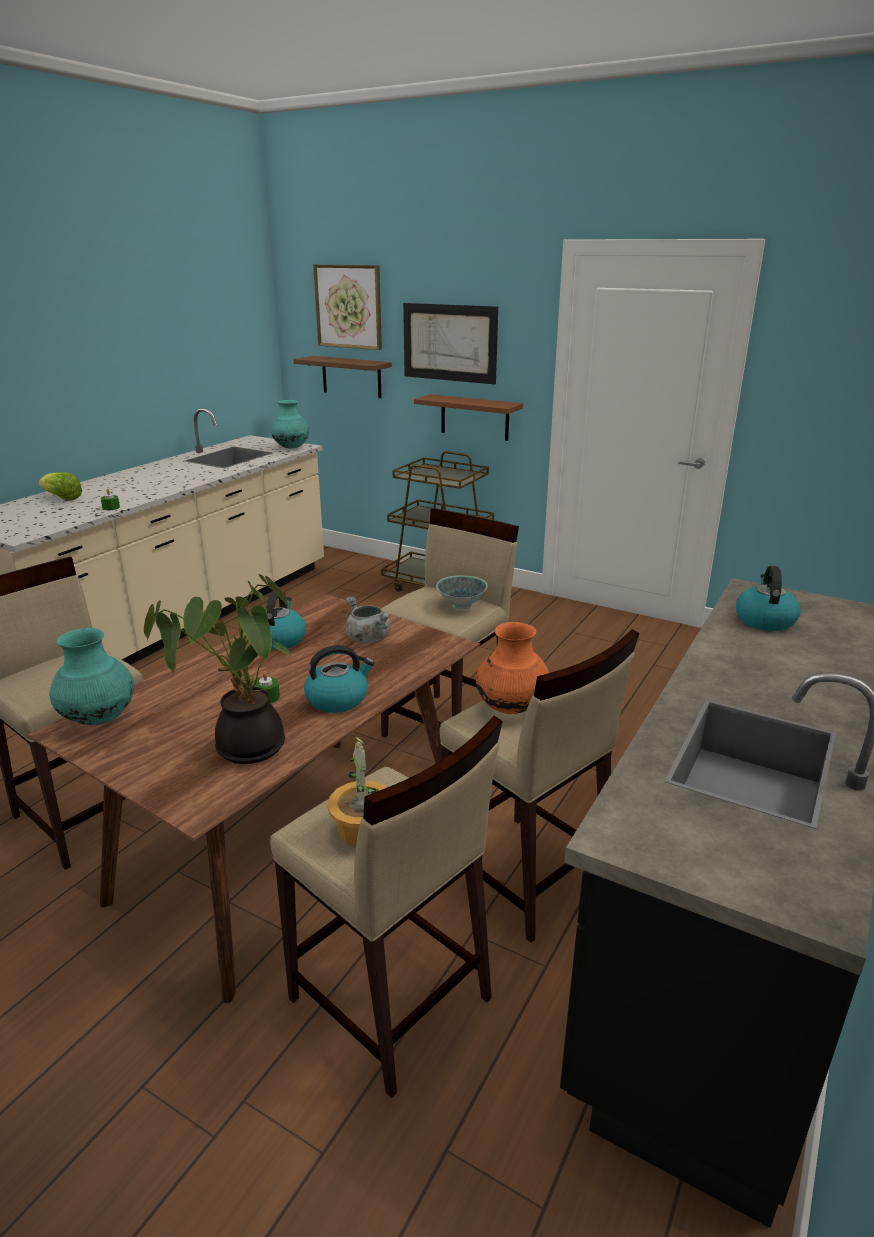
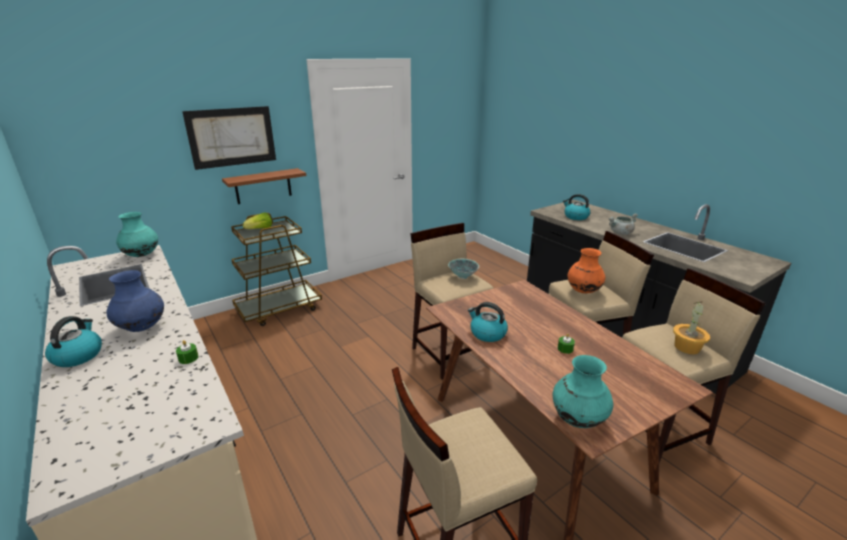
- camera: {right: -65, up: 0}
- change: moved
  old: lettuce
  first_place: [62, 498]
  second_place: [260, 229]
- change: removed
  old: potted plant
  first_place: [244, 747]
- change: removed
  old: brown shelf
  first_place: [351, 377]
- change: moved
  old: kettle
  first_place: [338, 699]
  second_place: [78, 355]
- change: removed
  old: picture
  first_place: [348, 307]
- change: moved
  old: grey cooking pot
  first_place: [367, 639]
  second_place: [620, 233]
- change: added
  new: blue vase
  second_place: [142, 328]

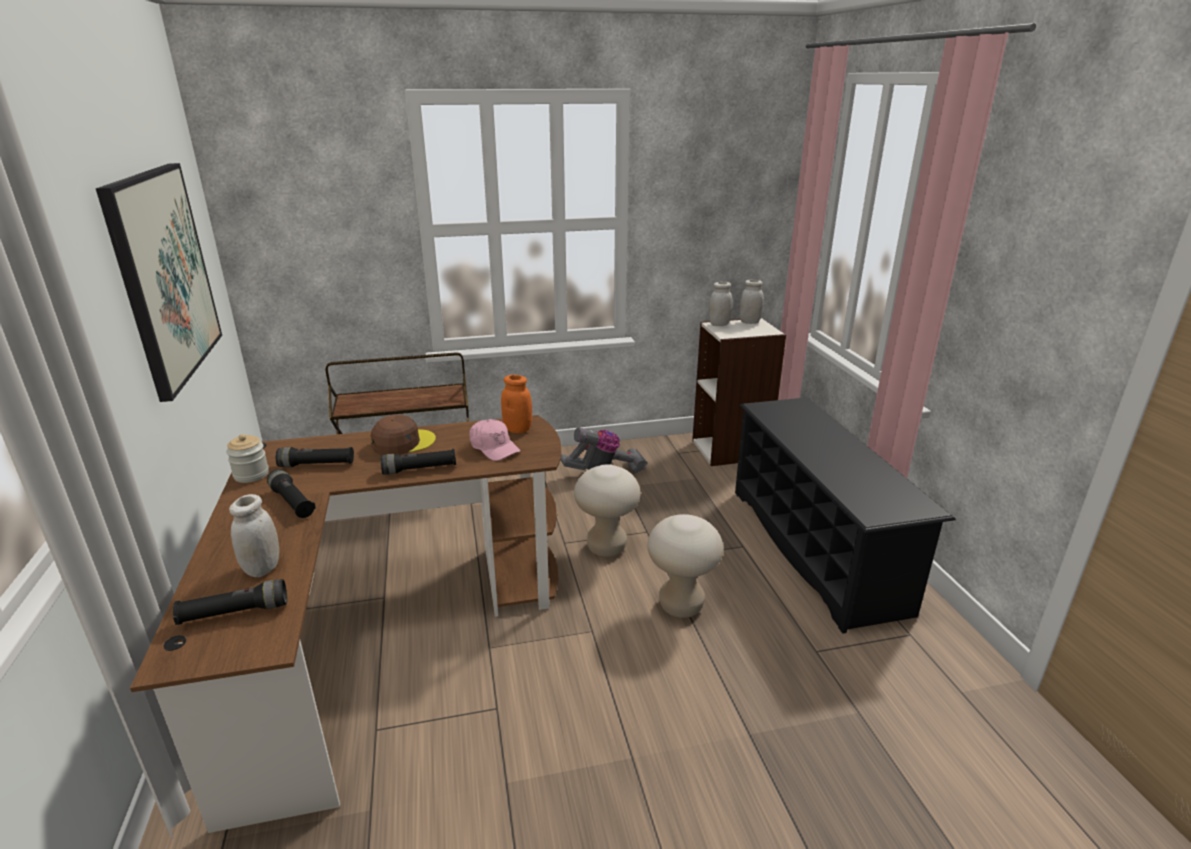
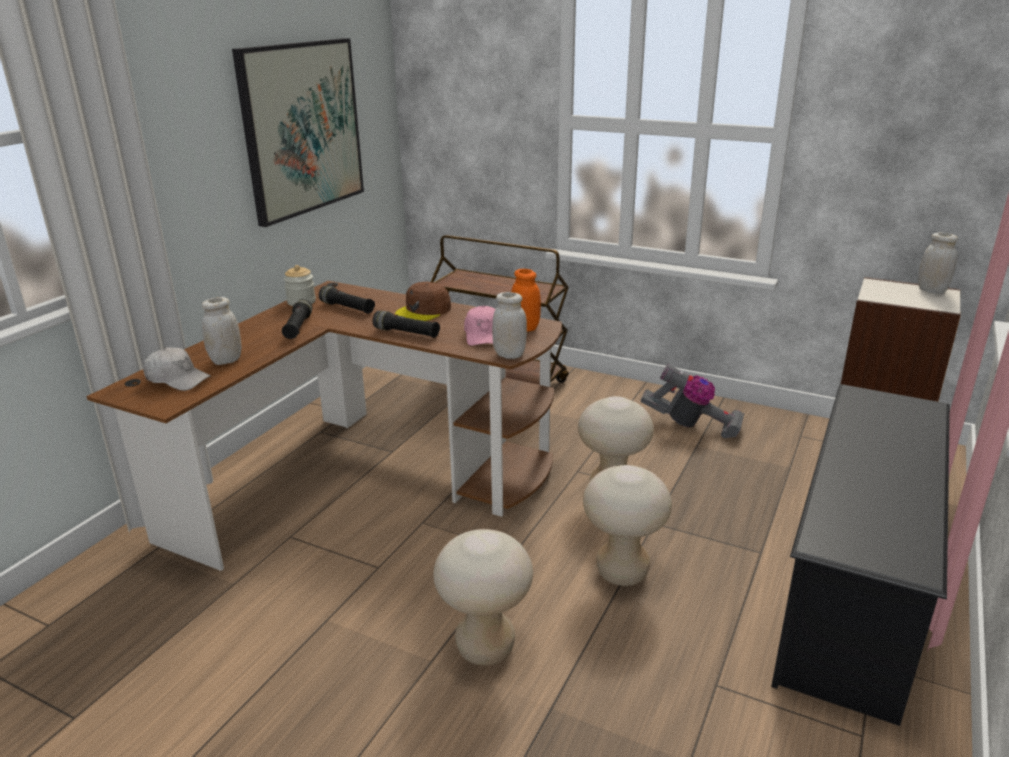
- camera: {right: 40, up: 0}
- change: replaced
  old: black flashlight
  new: white cap
  first_place: [235, 612]
  second_place: [177, 379]
- change: turned
  old: brown cap
  first_place: [403, 443]
  second_place: [424, 311]
  degrees: 120
- change: moved
  old: white jar
  first_place: [719, 324]
  second_place: [509, 355]
- change: added
  new: beige stool
  second_place: [485, 648]

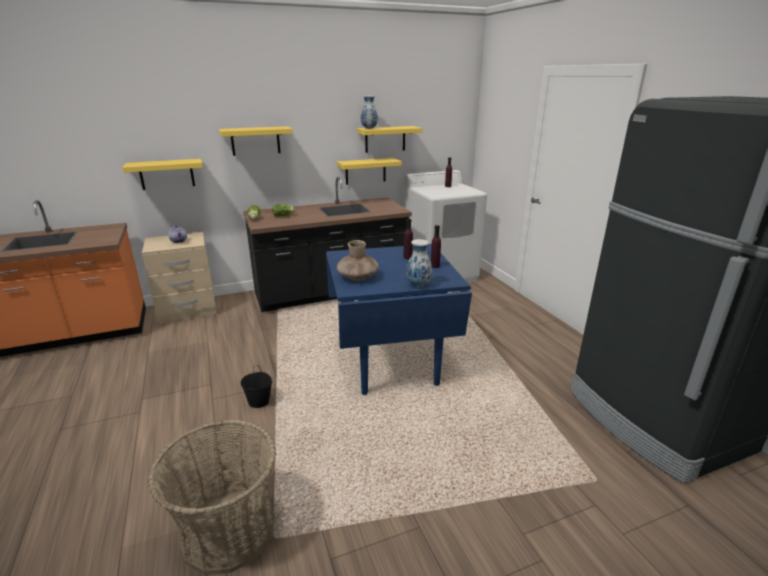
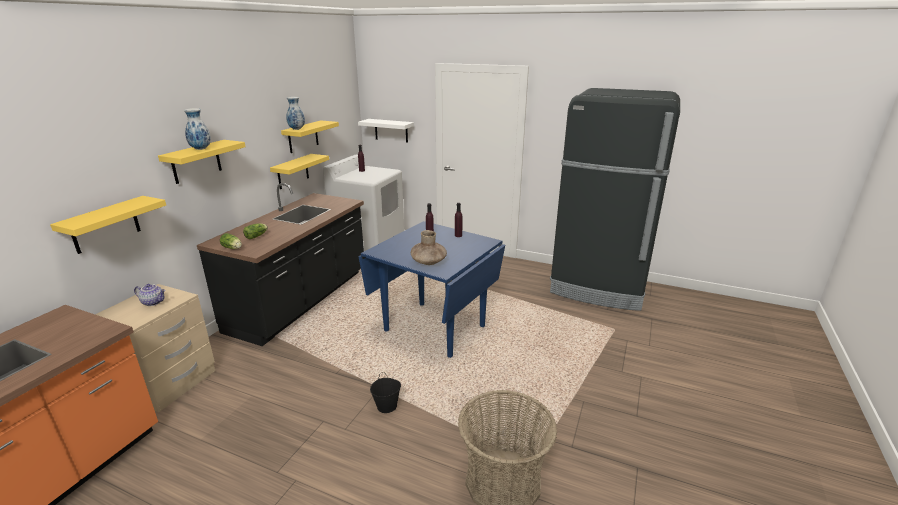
- camera: {right: -45, up: 0}
- change: moved
  old: vase
  first_place: [419, 285]
  second_place: [201, 149]
- change: added
  new: white shelf
  second_place: [391, 130]

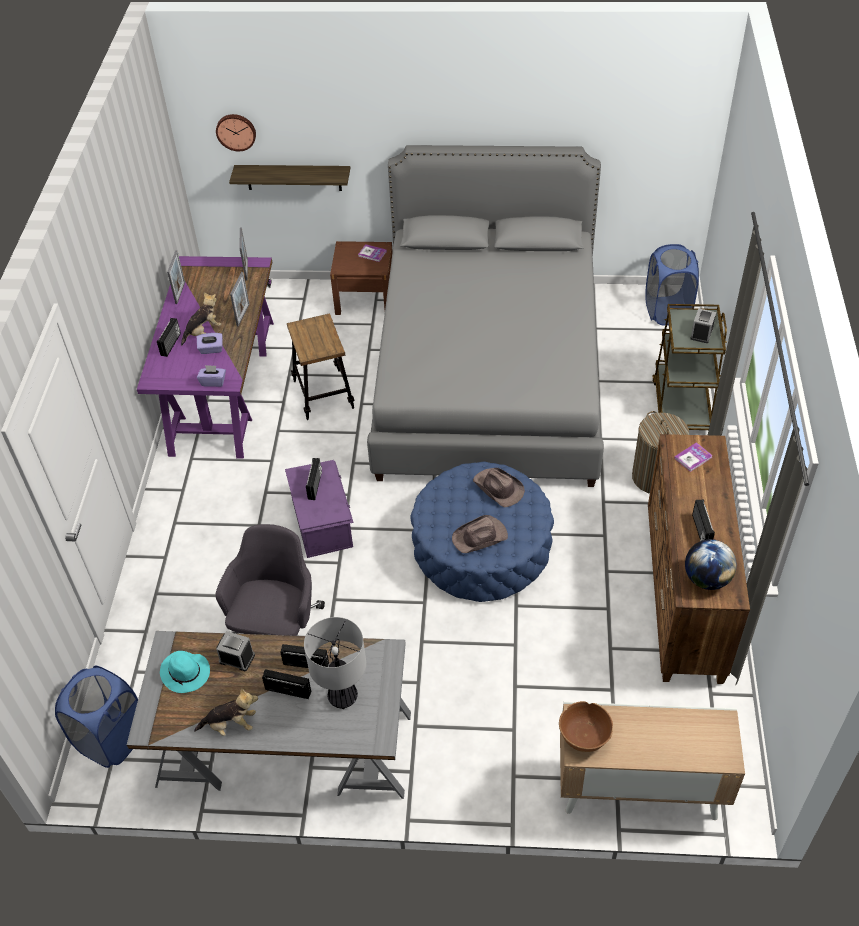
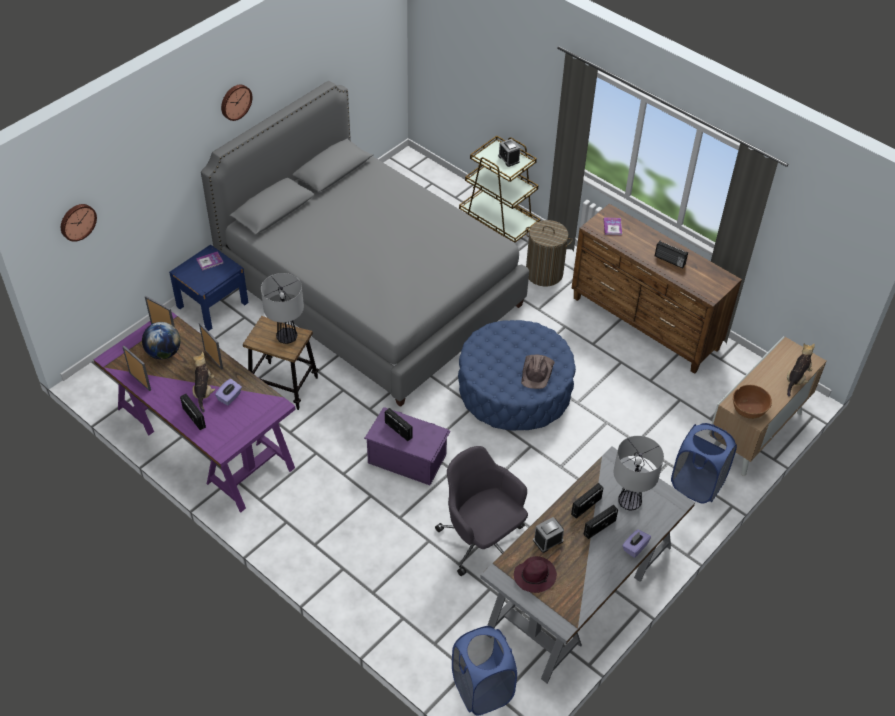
- camera: {right: -55, up: 0}
- change: recoloured
  old: turquoise hat
  new: purple hat
  first_place: [186, 673]
  second_place: [535, 576]
- change: moved
  old: plush toy
  first_place: [231, 725]
  second_place: [796, 379]
- change: moved
  old: purple tissue box
  first_place: [213, 382]
  second_place: [634, 547]
- change: removed
  old: shelf
  first_place: [293, 177]
- change: recoloured
  old: brown nightstand
  new: blue nightstand
  first_place: [365, 298]
  second_place: [212, 304]
- change: removed
  old: brown hat
  first_place: [498, 488]
- change: moved
  old: blue laundry basket
  first_place: [667, 311]
  second_place: [697, 484]
- change: moved
  old: globe
  first_place: [706, 579]
  second_place: [164, 353]
- change: added
  new: wall clock
  second_place: [235, 101]
- change: added
  new: table lamp
  second_place: [287, 337]

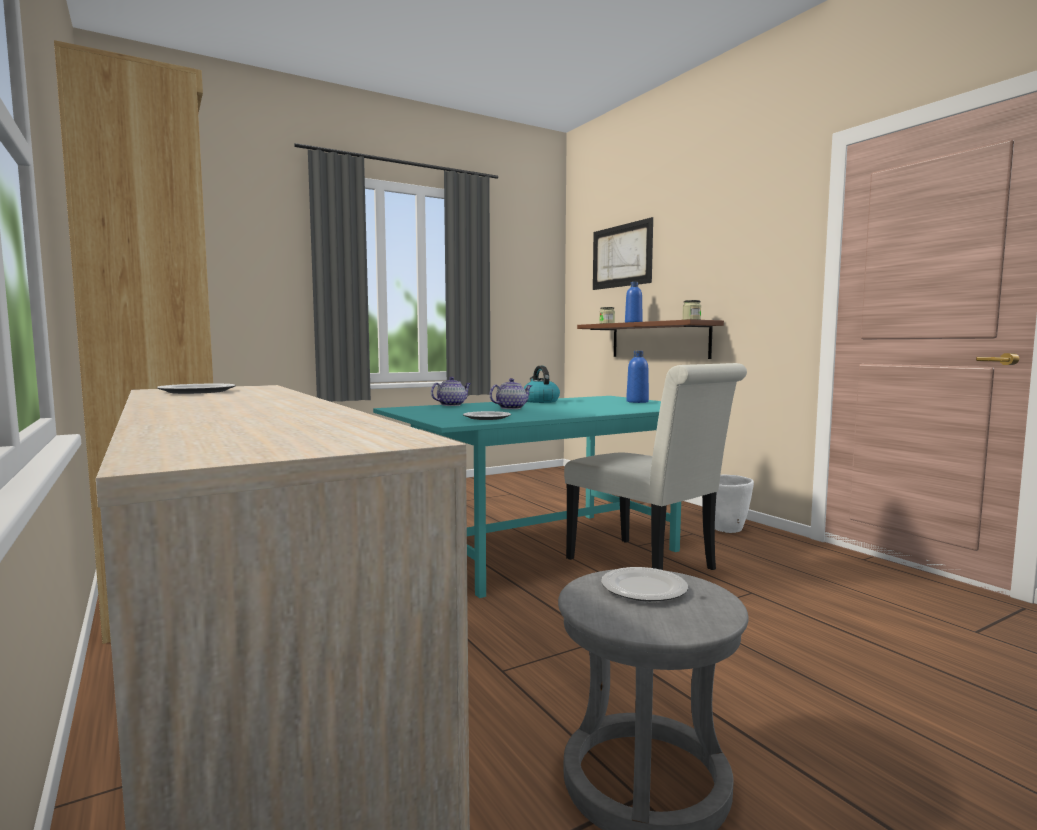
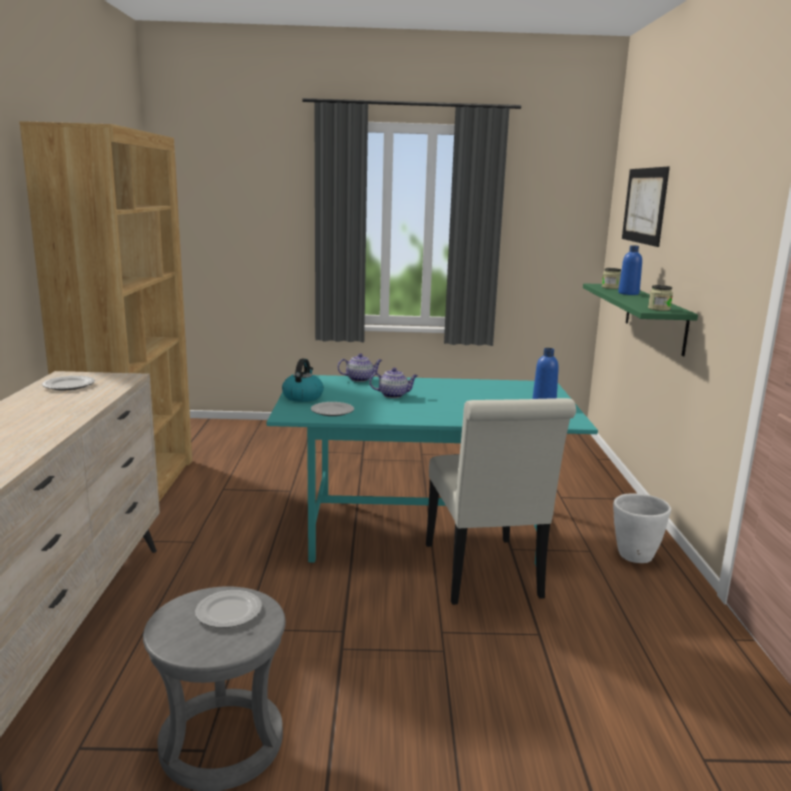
- camera: {right: 30, up: 10}
- change: moved
  old: kettle
  first_place: [540, 401]
  second_place: [303, 397]
- change: recoloured
  old: brown shelf
  new: green shelf
  first_place: [658, 340]
  second_place: [655, 317]

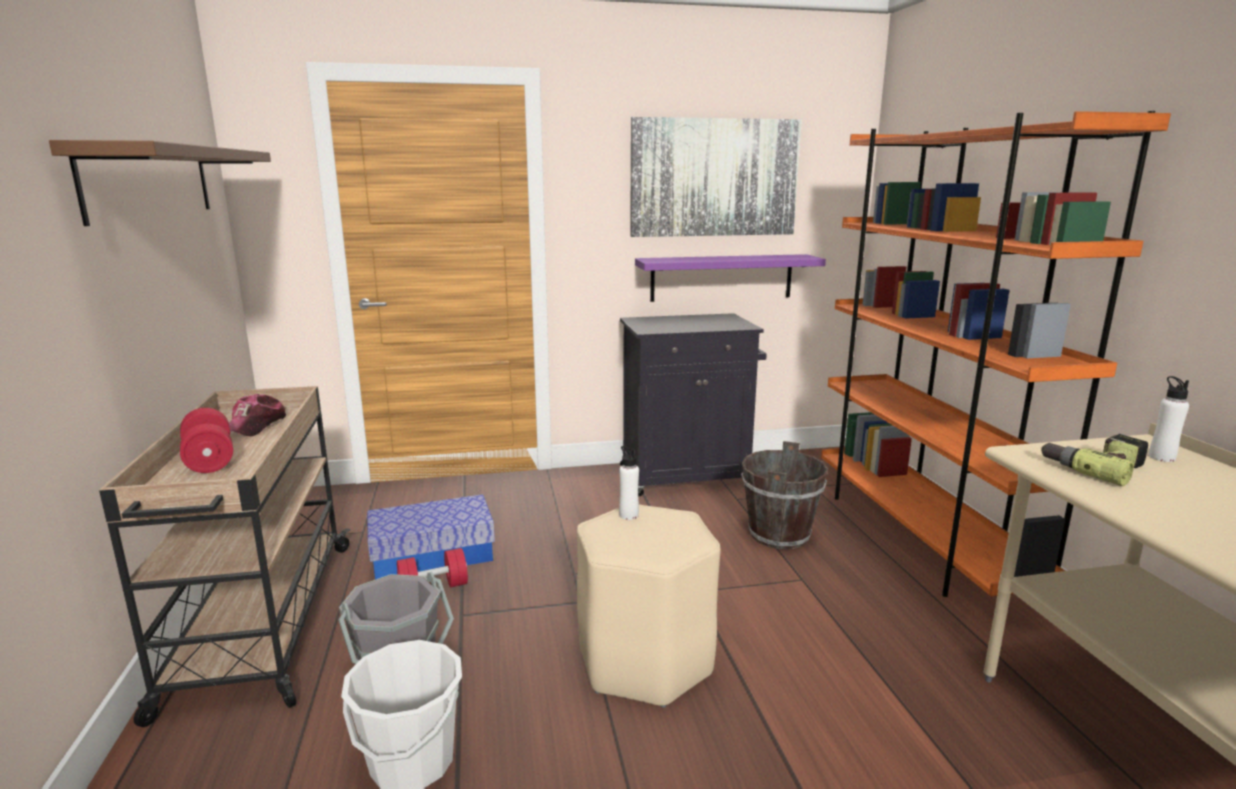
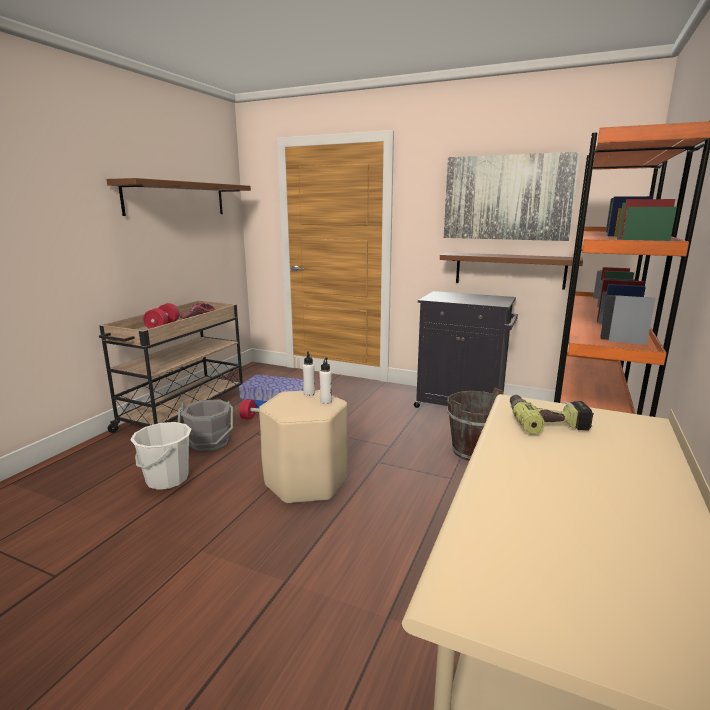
- camera: {right: 35, up: 0}
- change: recoloured
  old: purple shelf
  new: brown shelf
  first_place: [721, 277]
  second_place: [509, 270]
- change: moved
  old: white bottle
  first_place: [1161, 457]
  second_place: [326, 401]

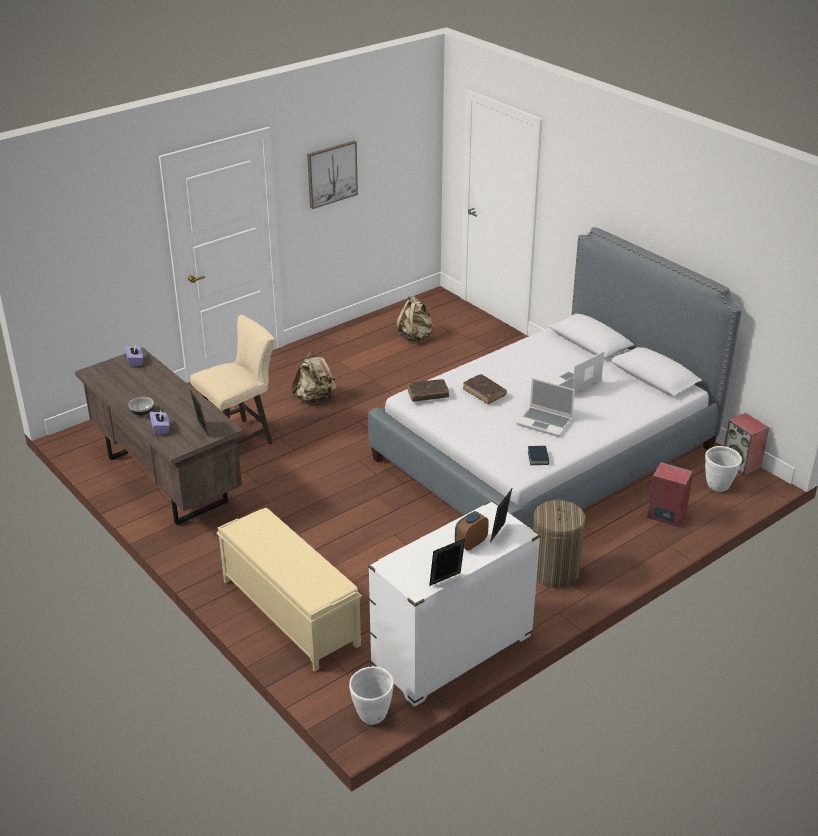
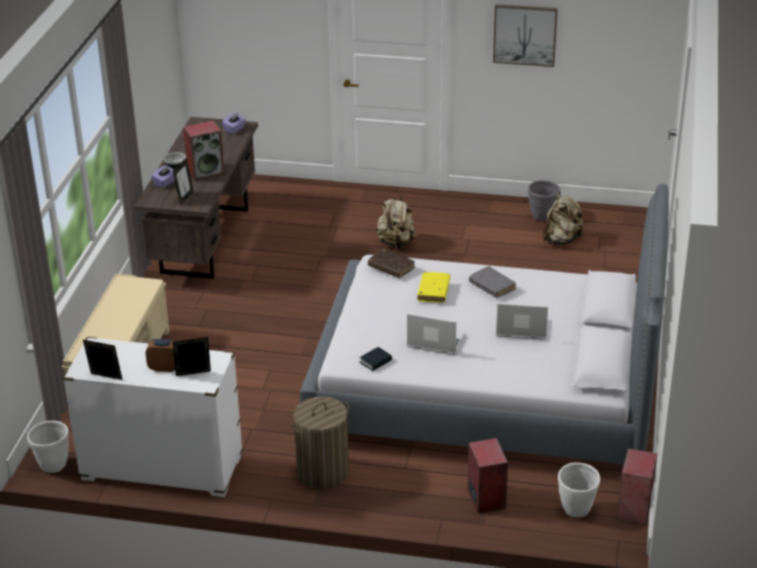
- camera: {right: 50, up: 0}
- change: removed
  old: beige stool
  first_place: [240, 439]
- change: recoloured
  old: brown book
  new: yellow book
  first_place: [484, 393]
  second_place: [433, 291]
- change: turned
  old: laptop
  first_place: [545, 422]
  second_place: [435, 341]
  degrees: 120
- change: added
  new: speaker
  second_place: [206, 172]
- change: added
  new: grey book
  second_place: [492, 286]
- change: added
  new: grey planter
  second_place: [542, 217]

